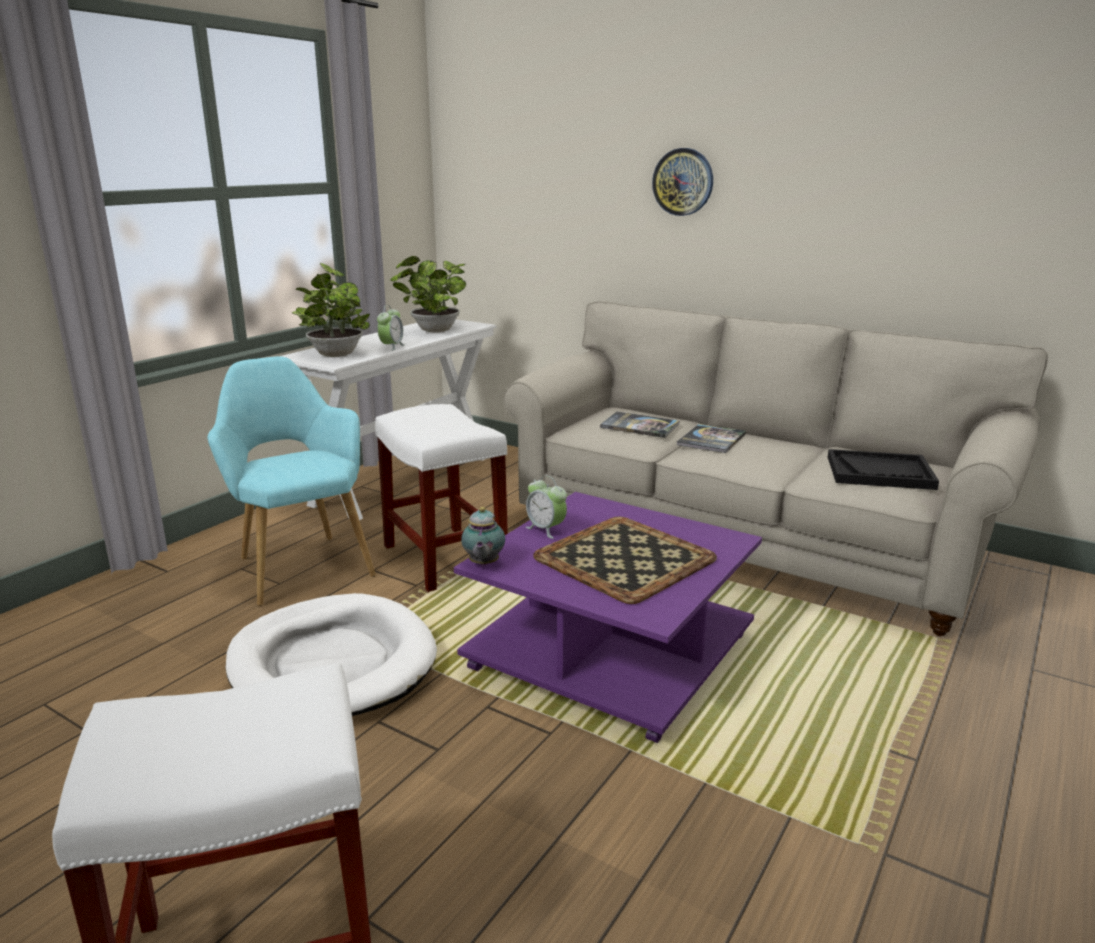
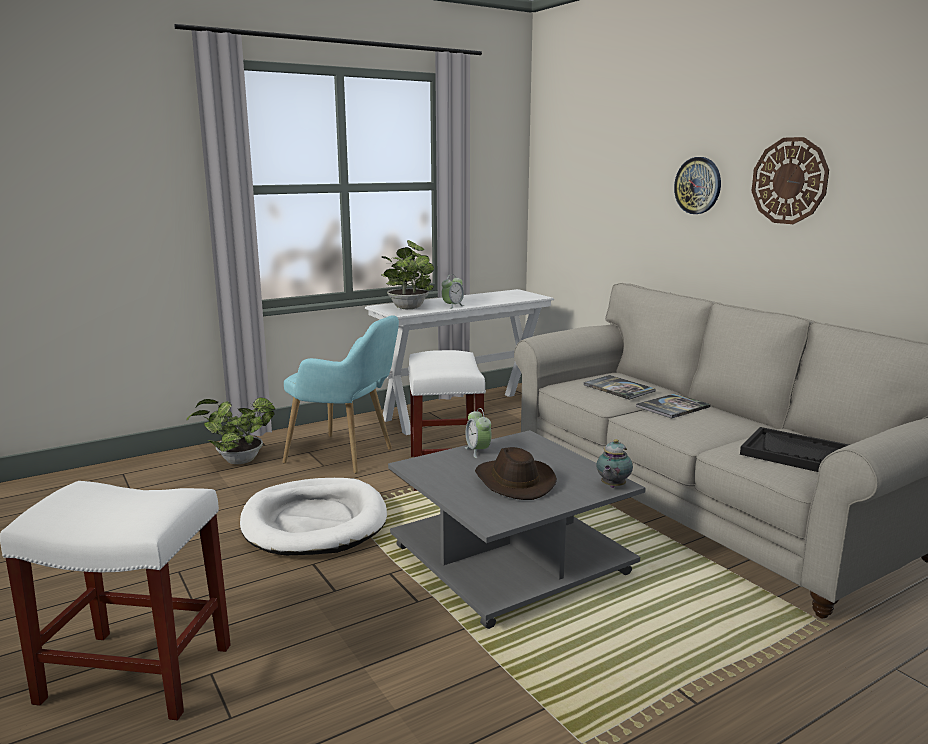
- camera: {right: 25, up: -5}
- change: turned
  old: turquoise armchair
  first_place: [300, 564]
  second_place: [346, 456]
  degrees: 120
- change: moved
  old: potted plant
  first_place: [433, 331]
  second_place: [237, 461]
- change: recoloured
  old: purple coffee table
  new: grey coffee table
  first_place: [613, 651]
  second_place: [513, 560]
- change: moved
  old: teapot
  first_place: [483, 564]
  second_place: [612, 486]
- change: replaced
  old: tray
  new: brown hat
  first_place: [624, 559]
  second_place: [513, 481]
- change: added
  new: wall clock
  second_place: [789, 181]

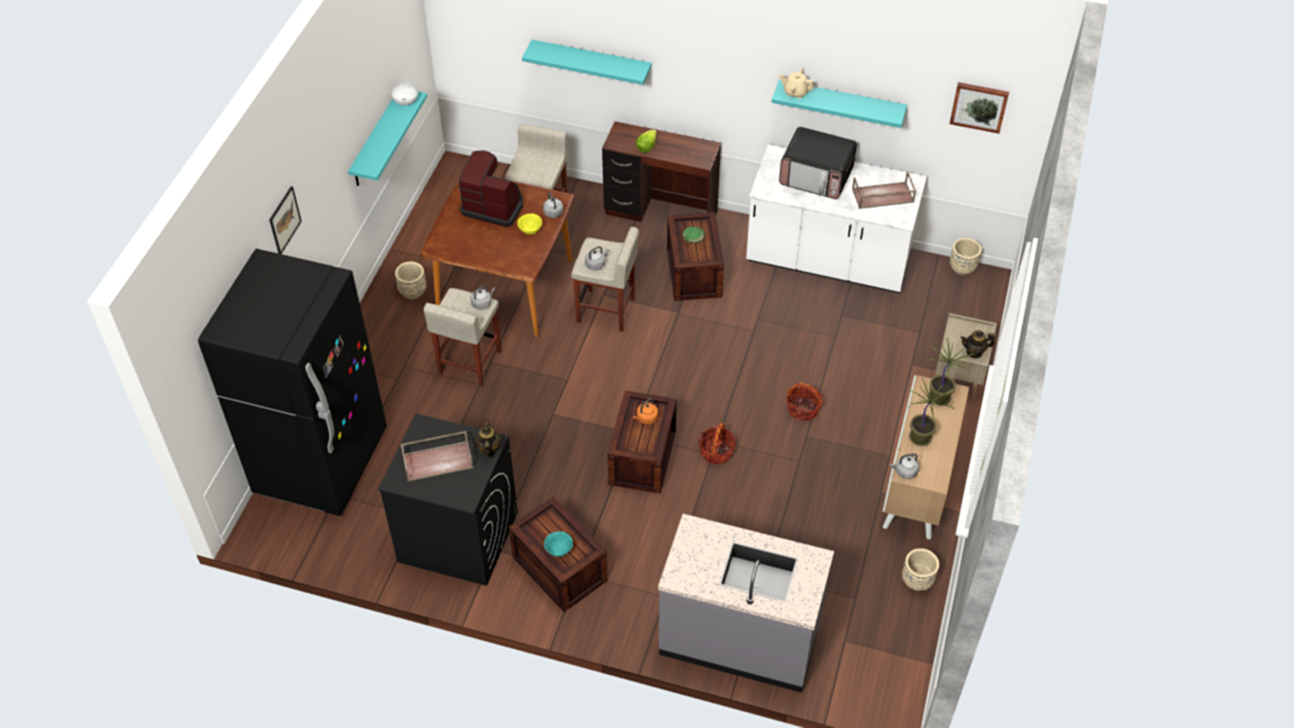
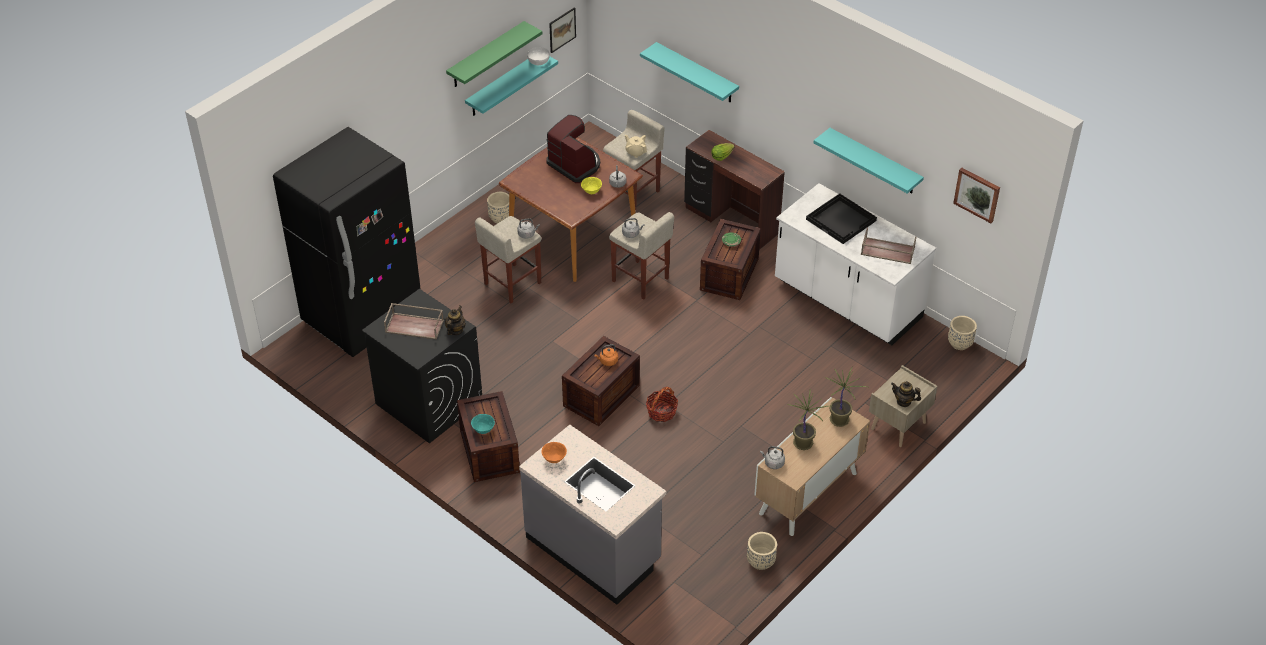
- camera: {right: 25, up: -5}
- change: moved
  old: picture
  first_place: [284, 220]
  second_place: [562, 29]
- change: moved
  old: beige teapot
  first_place: [795, 92]
  second_place: [635, 152]
- change: replaced
  old: microwave
  new: black tray
  first_place: [816, 177]
  second_place: [841, 220]
- change: removed
  old: basket
  first_place: [803, 409]
- change: added
  new: green shelf
  second_place: [486, 55]
- change: added
  new: orange bowl
  second_place: [554, 459]

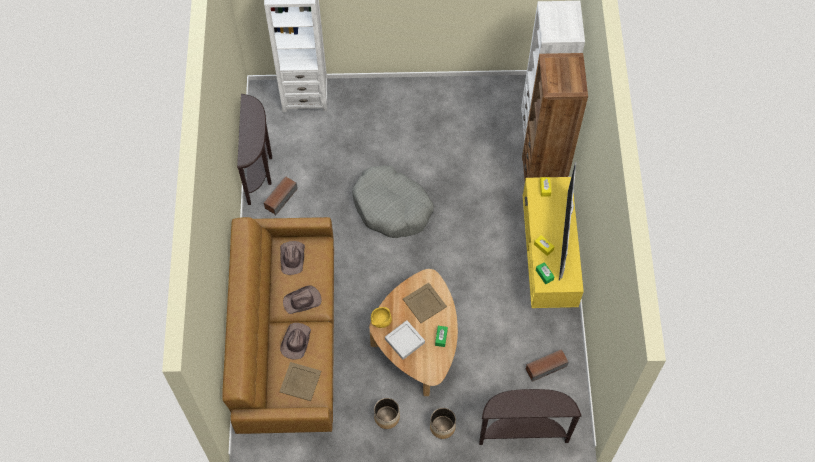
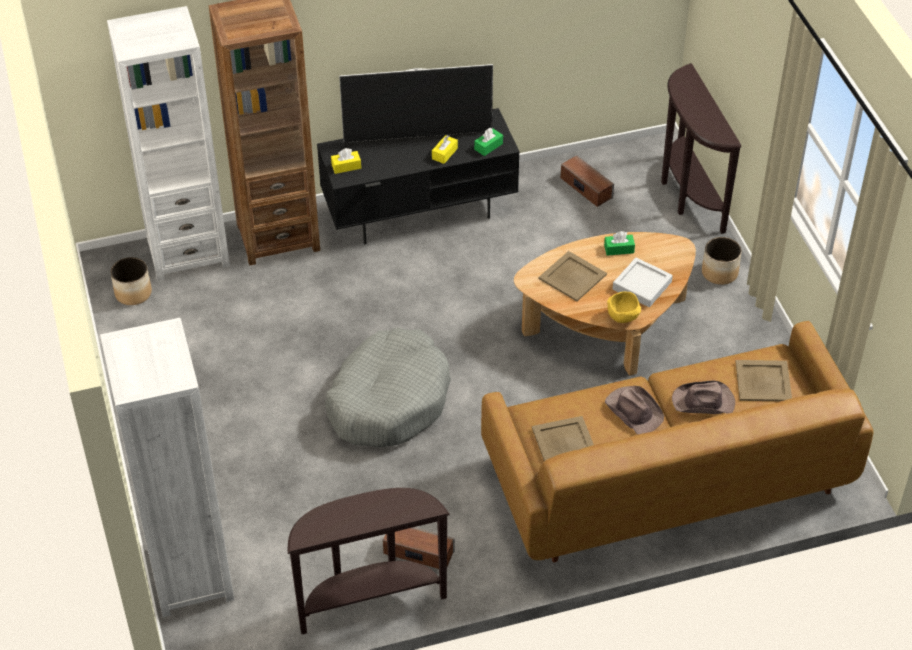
- camera: {right: -105, up: -15}
- change: replaced
  old: brown hat
  new: beige tray
  first_place: [292, 258]
  second_place: [564, 442]
- change: moved
  old: planter
  first_place: [386, 417]
  second_place: [133, 293]
- change: recoloured
  old: yellow tv stand
  new: black tv stand
  first_place: [548, 260]
  second_place: [420, 210]

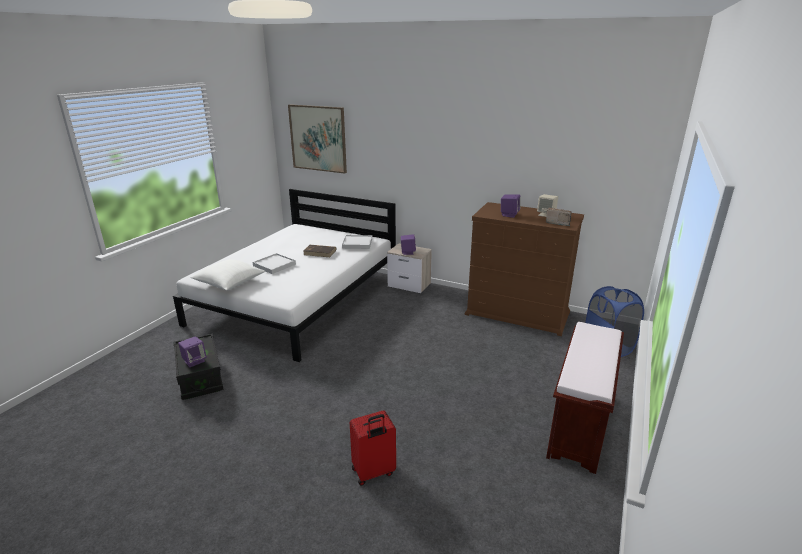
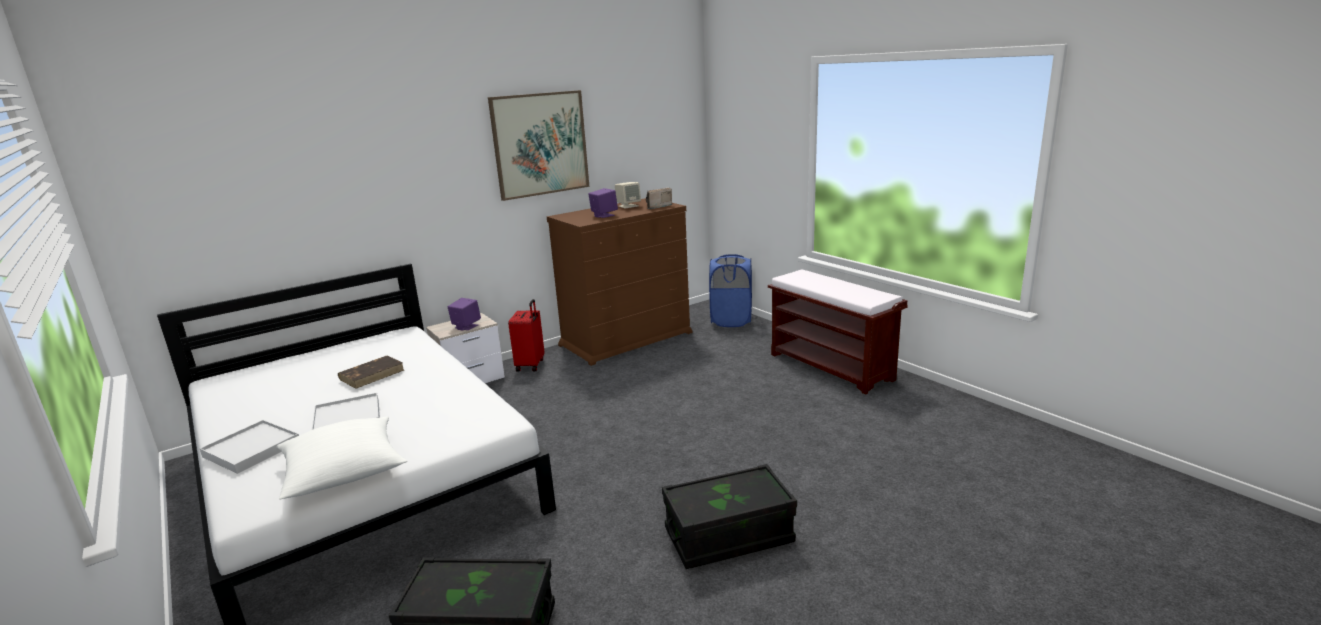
- camera: {right: -60, up: -5}
- change: removed
  old: purple speaker
  first_place: [194, 361]
- change: moved
  old: picture
  first_place: [318, 138]
  second_place: [540, 144]
- change: moved
  old: white tray
  first_place: [357, 243]
  second_place: [252, 449]
- change: moved
  old: red suitcase
  first_place: [373, 472]
  second_place: [531, 365]
- change: added
  new: black storage box
  second_place: [728, 536]

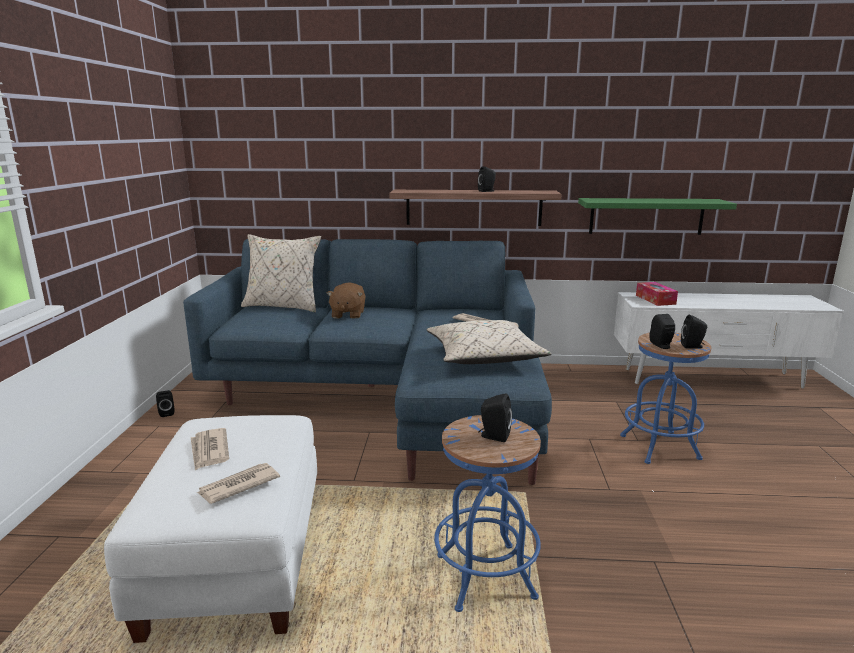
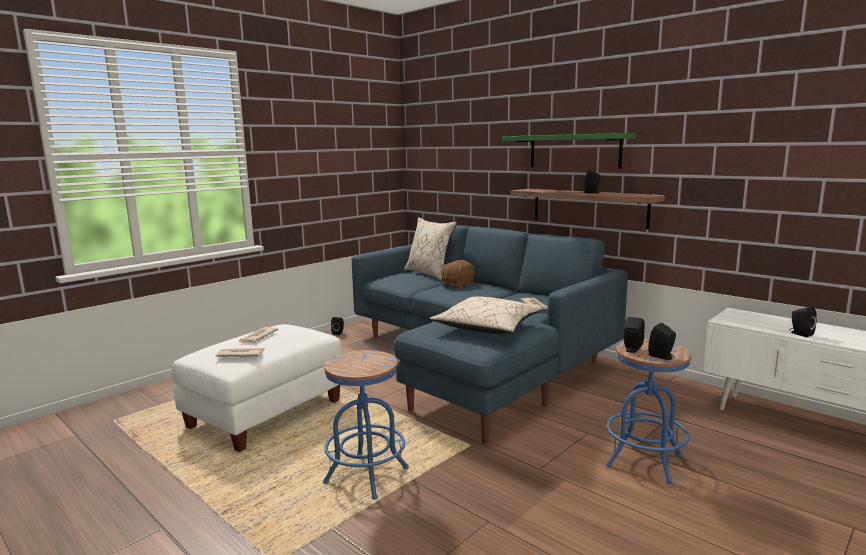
- camera: {right: 40, up: -5}
- change: moved
  old: black speaker
  first_place: [493, 436]
  second_place: [800, 334]
- change: moved
  old: green shelf
  first_place: [646, 216]
  second_place: [574, 151]
- change: removed
  old: tissue box
  first_place: [655, 299]

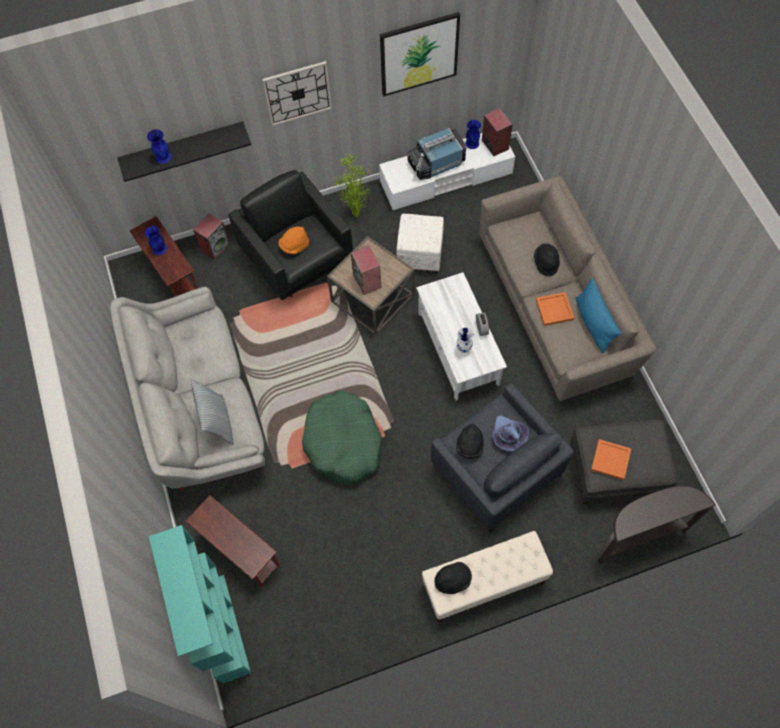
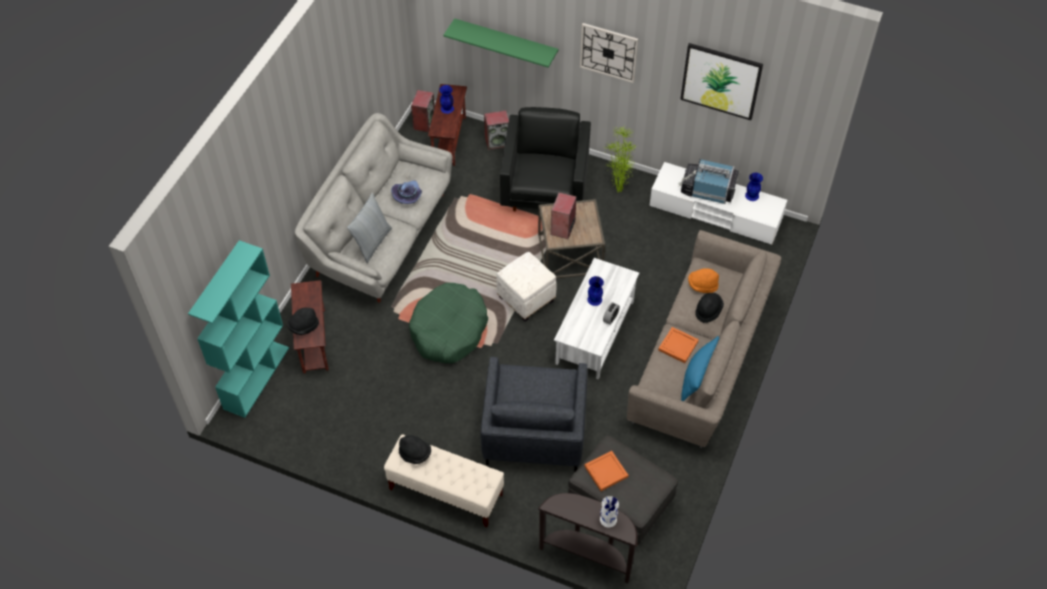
- camera: {right: 40, up: -10}
- change: recoloured
  old: black shelf
  new: green shelf
  first_place: [183, 147]
  second_place: [506, 41]
- change: moved
  old: blue vase
  first_place: [163, 157]
  second_place: [595, 299]
- change: moved
  old: orange hat
  first_place: [294, 246]
  second_place: [702, 285]
- change: moved
  old: white ottoman
  first_place: [420, 255]
  second_place: [527, 299]
- change: moved
  old: white vase
  first_place: [464, 349]
  second_place: [608, 519]
- change: moved
  old: black hat
  first_place: [469, 445]
  second_place: [303, 326]
- change: moved
  old: speaker
  first_place: [494, 144]
  second_place: [424, 123]
- change: moved
  old: purple hat
  first_place: [508, 436]
  second_place: [407, 195]

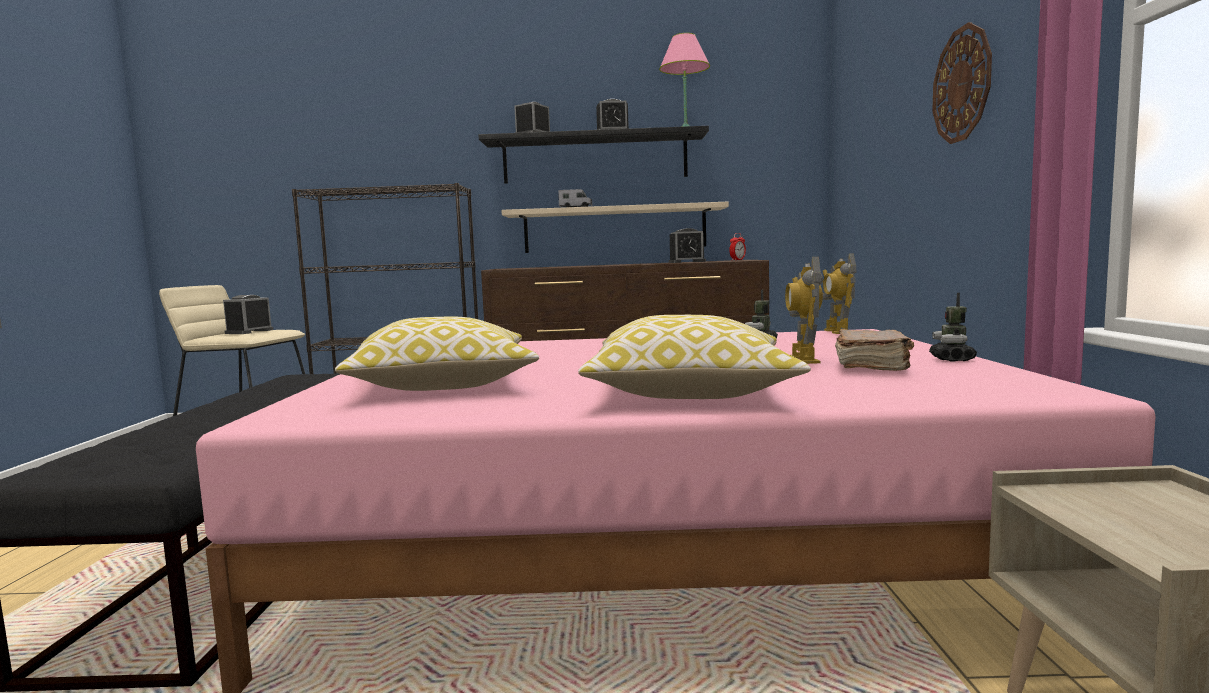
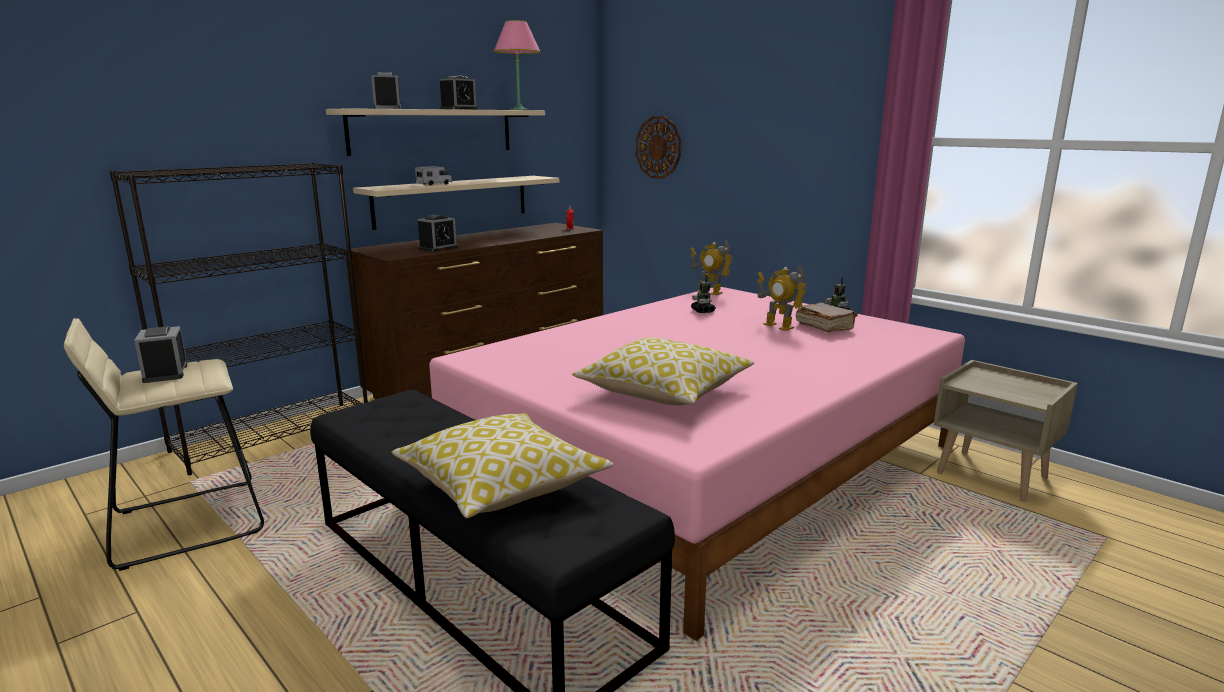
- camera: {right: -45, up: 10}
- change: recoloured
  old: black shelf
  new: beige shelf
  first_place: [595, 159]
  second_place: [433, 131]
- change: moved
  old: pillow
  first_place: [690, 391]
  second_place: [501, 485]
- change: moved
  old: alarm clock
  first_place: [687, 262]
  second_place: [438, 248]
- change: moved
  old: wall clock
  first_place: [962, 84]
  second_place: [658, 147]

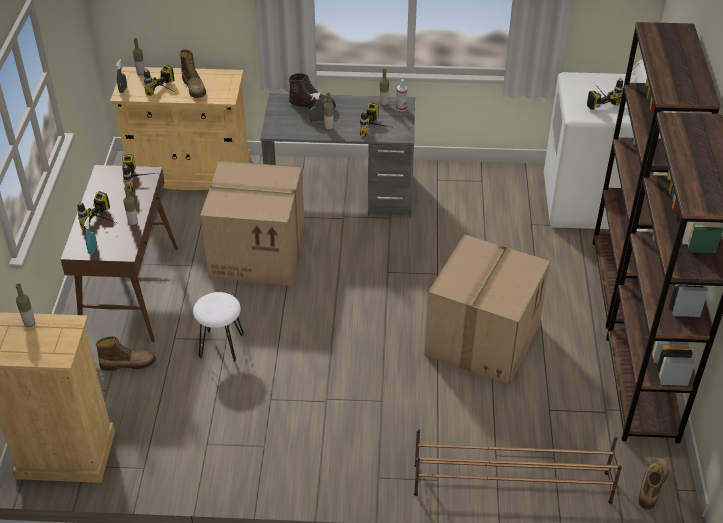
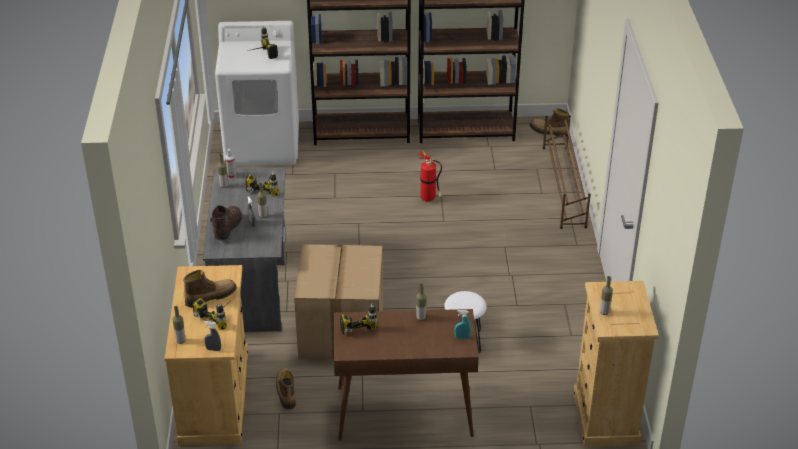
- camera: {right: -95, up: -5}
- change: removed
  old: power drill
  first_place: [105, 223]
- change: moved
  old: boot
  first_place: [128, 363]
  second_place: [285, 391]
- change: replaced
  old: cardboard box
  new: fire extinguisher
  first_place: [482, 338]
  second_place: [429, 199]

